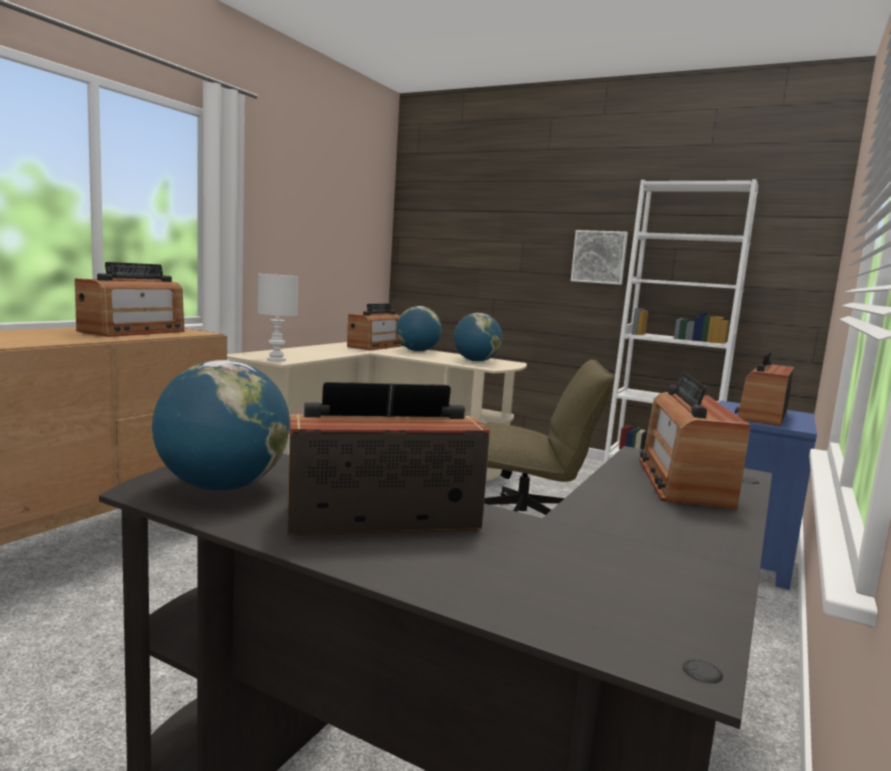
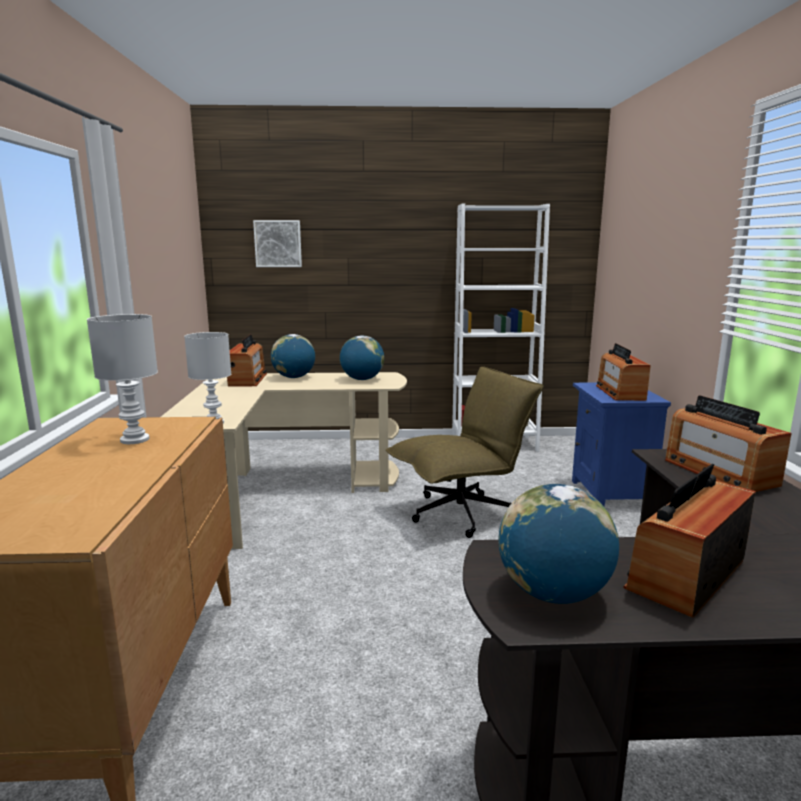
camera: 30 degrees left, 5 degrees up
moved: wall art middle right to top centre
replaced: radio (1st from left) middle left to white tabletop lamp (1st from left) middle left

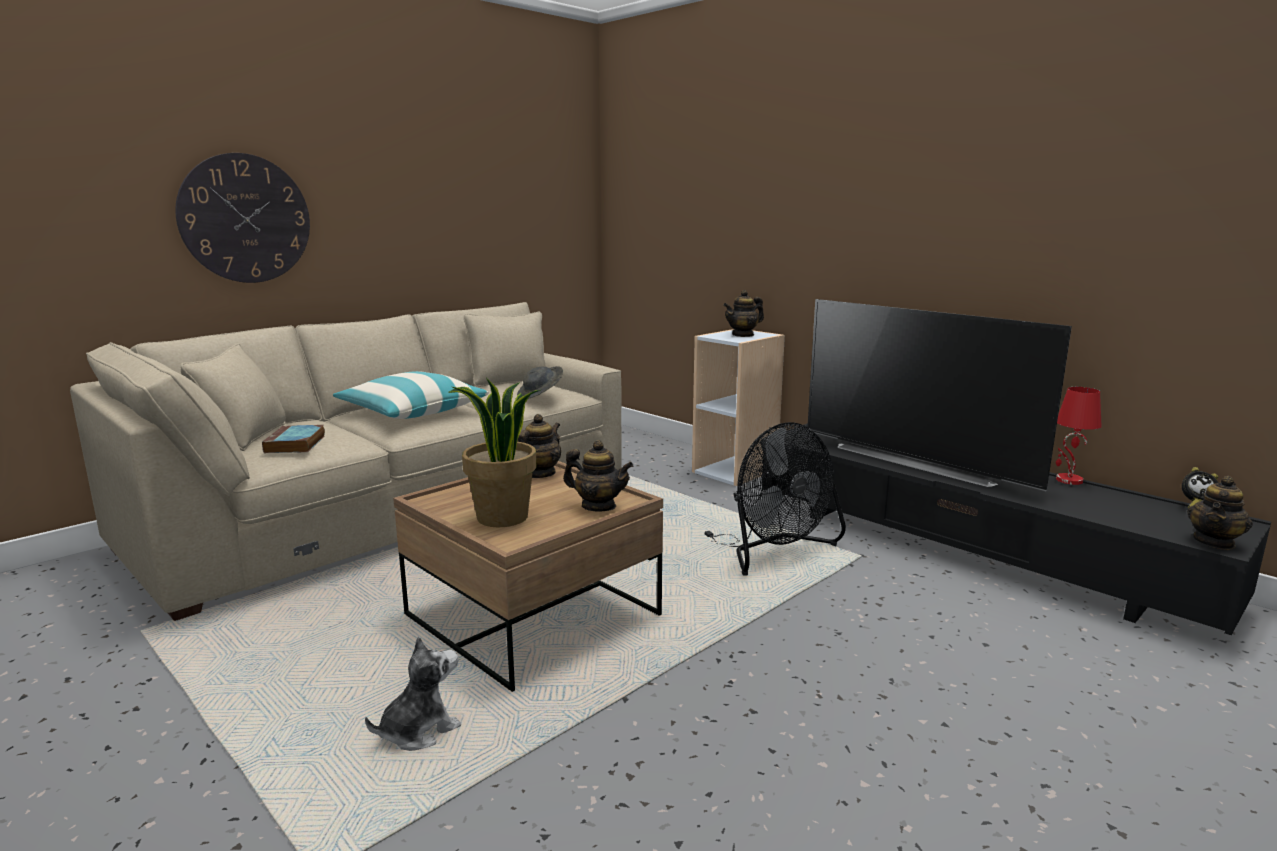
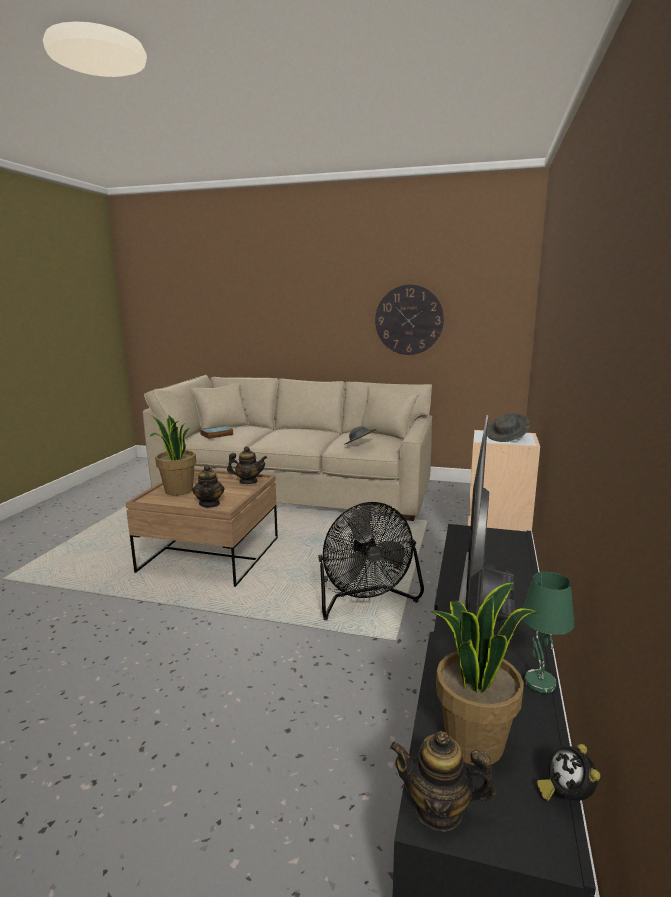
camera: 60 degrees right, 0 degrees up
removed: throw pillow middle left; cuddly toy bottom left
added: plant in a pot (2nd from left) bottom right
moved: clock on the wall top left to centre
replaced: teapot (3rd from left) centre to grey clothing hat (2nd from left) middle right
recoloured: red-coloured tabletop lamp middle right to greenish tabletop lamp bottom right
turned: black-coloured cooling fan centre = centre 45 degrees counterclockwise

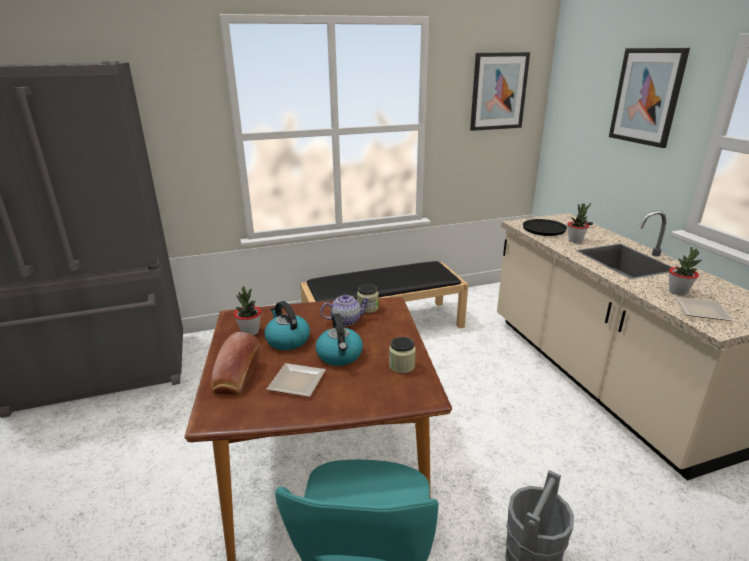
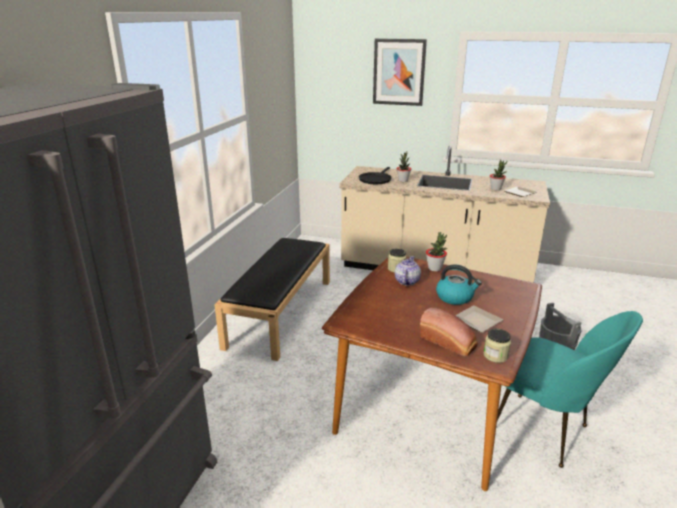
camera: 55 degrees left, 0 degrees up
removed: kettle (1st from left) centre; wall art (1st from left) top right
moved: plant in a pot (1st from left in the first image) middle left to plant in a pot (2nd from left) centre; storage jar (2nd from left) centre to bottom right

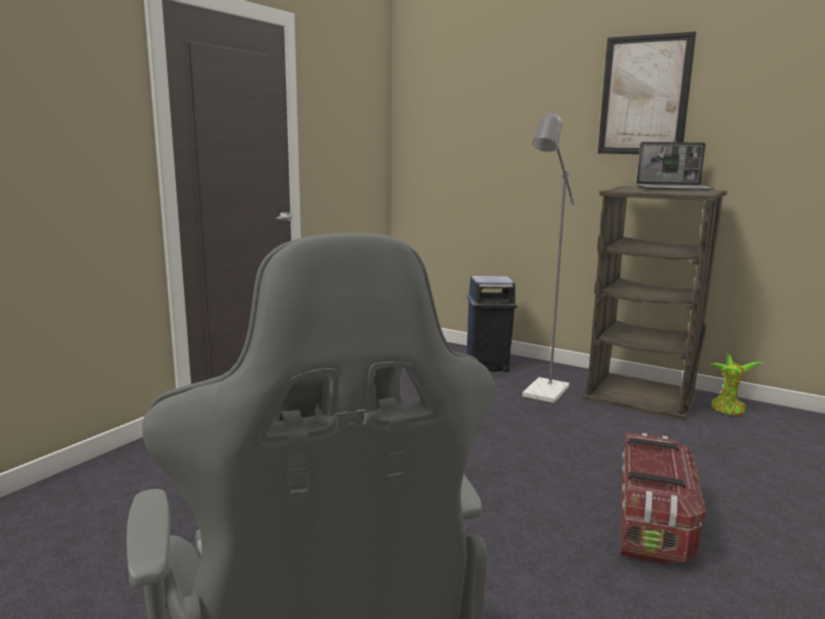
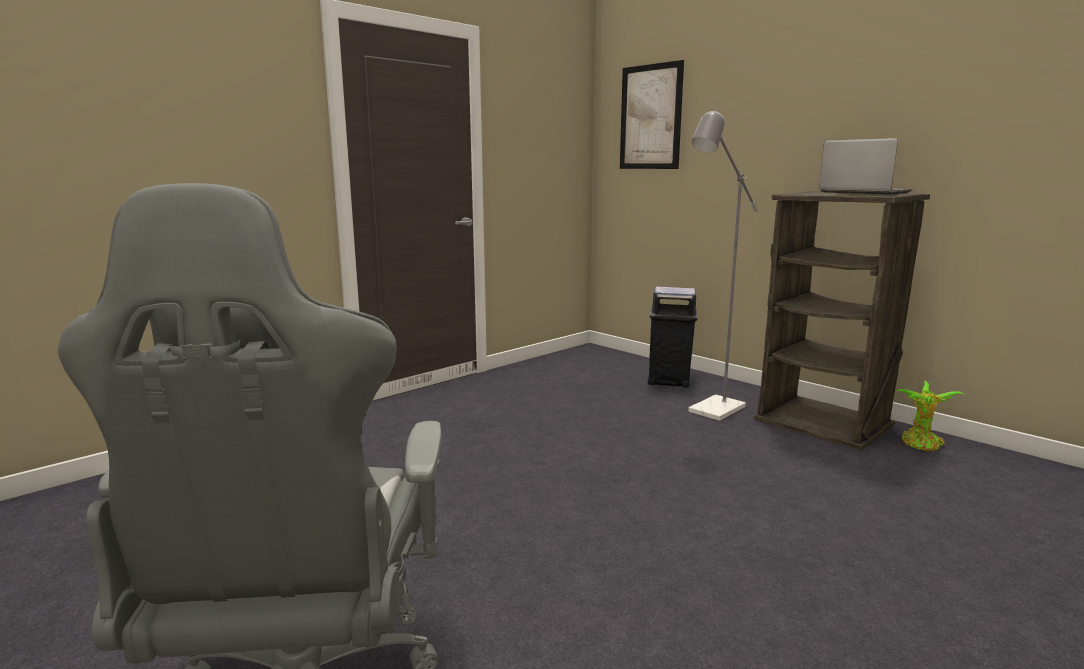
camera: 15 degrees right, 0 degrees up
removed: storage box bottom right
moved: wall art top right to top centre
turned: laptop top right = top right 150 degrees counterclockwise

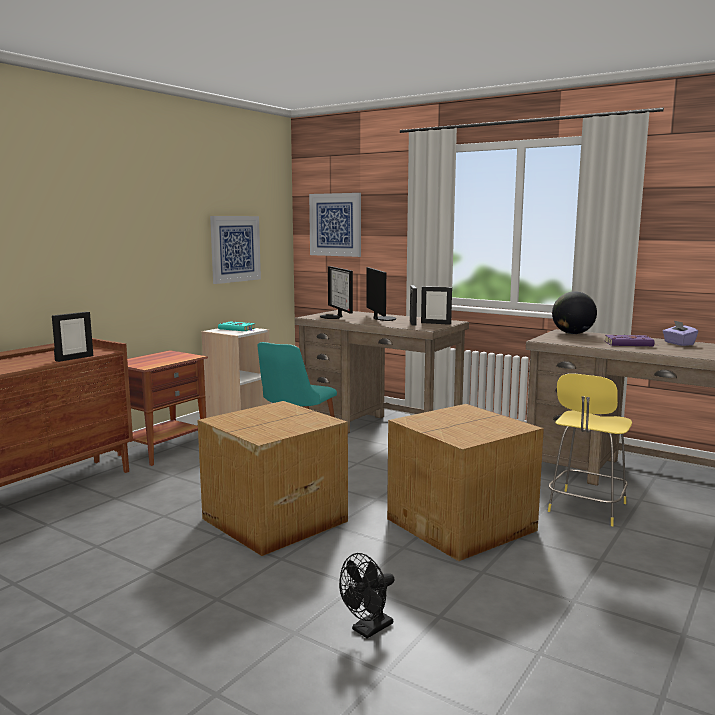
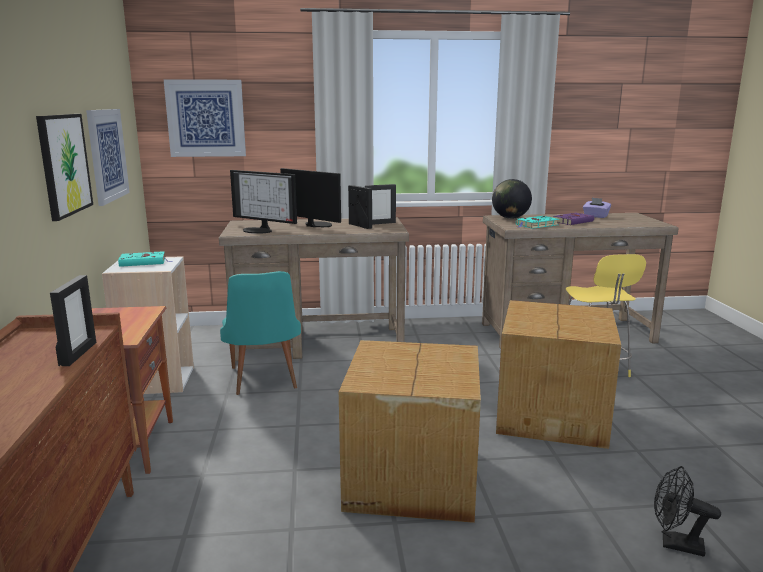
camera: 40 degrees left, 5 degrees up
added: wall art (1st from left) top left; blue-green volume (2nd from left) middle right
turned: black-coloured cooling fan bottom centre = bottom right 105 degrees clockwise

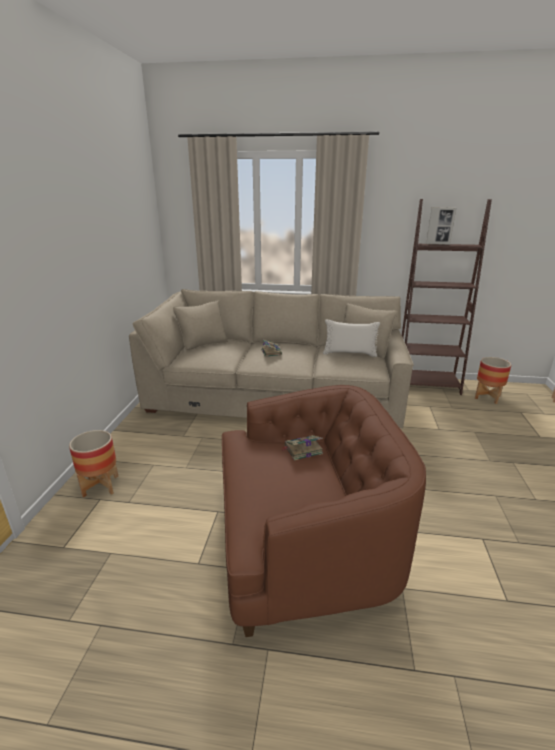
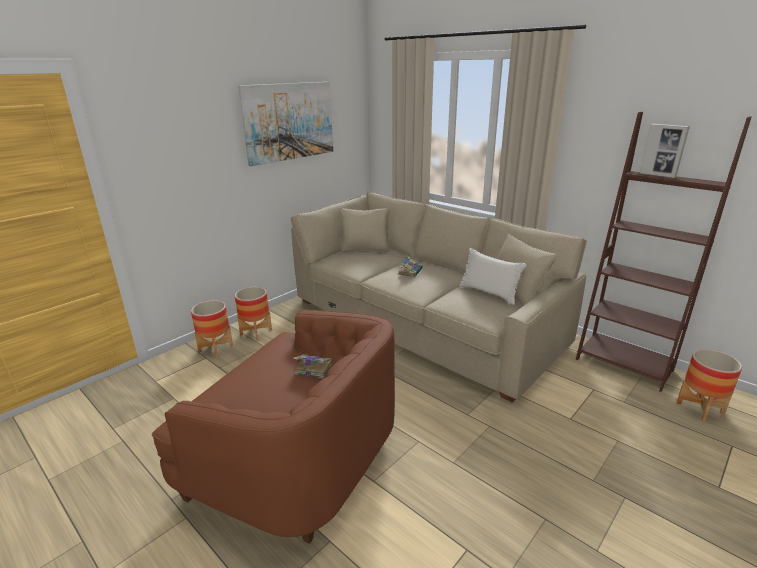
camera: 35 degrees right, 0 degrees up
added: flower pot (2nd from left) centre; wall art top centre

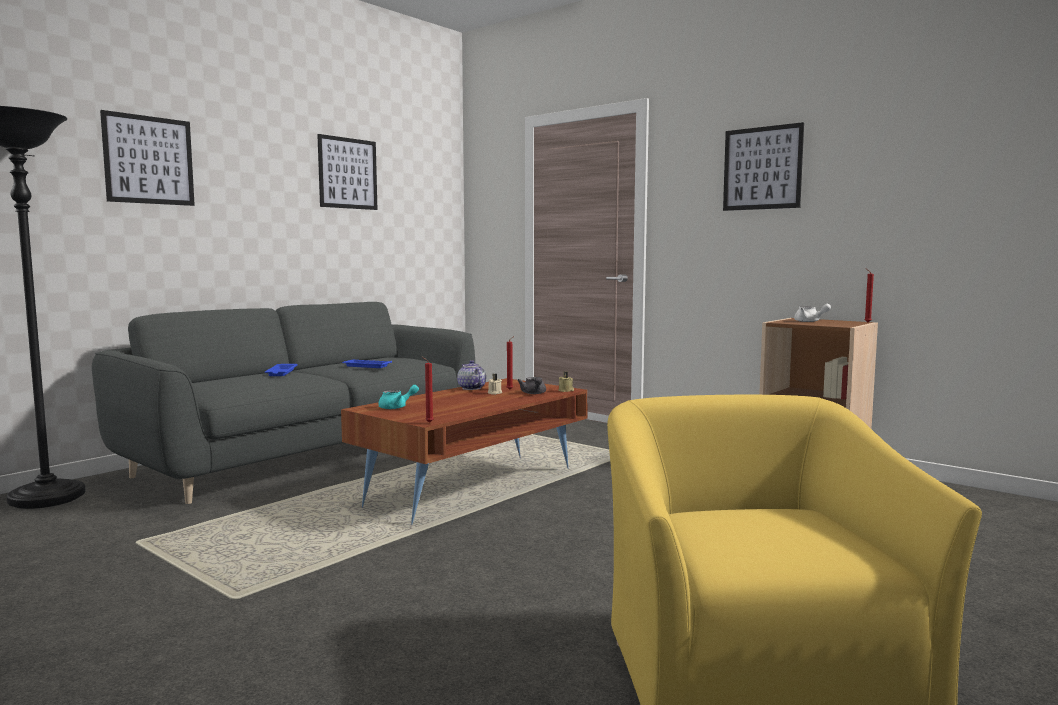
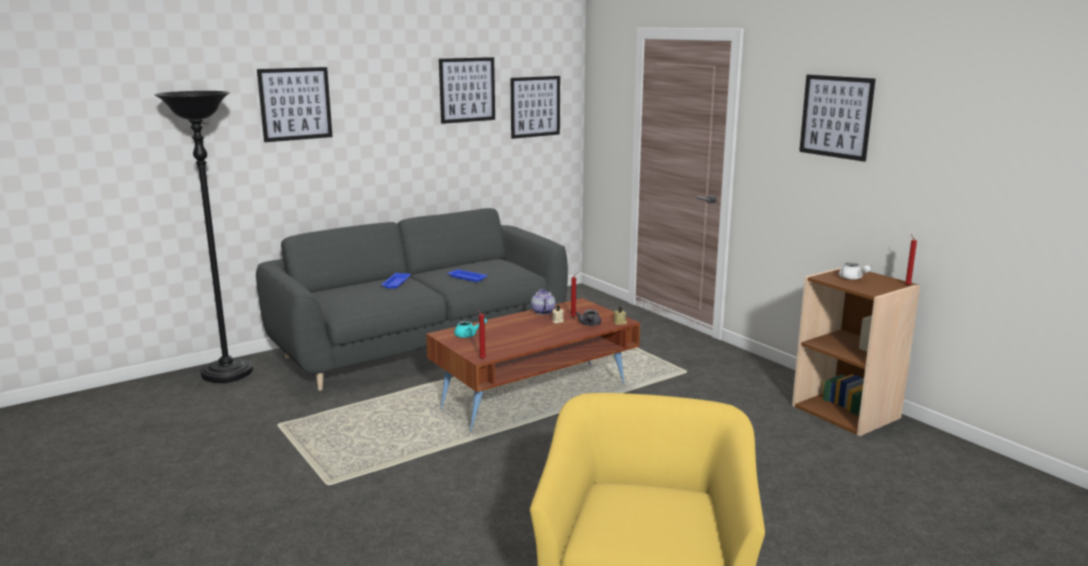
camera: 15 degrees right, 10 degrees up
added: wall art (3rd from left) top centre

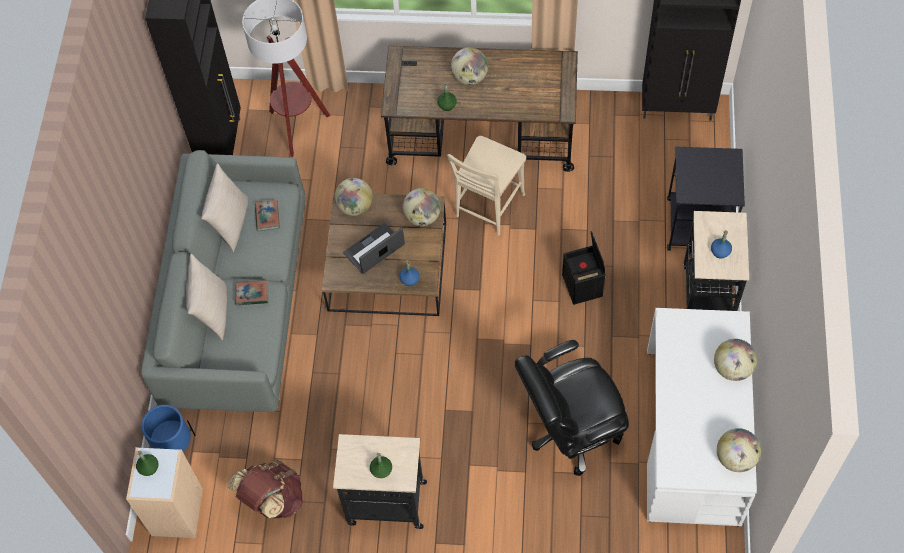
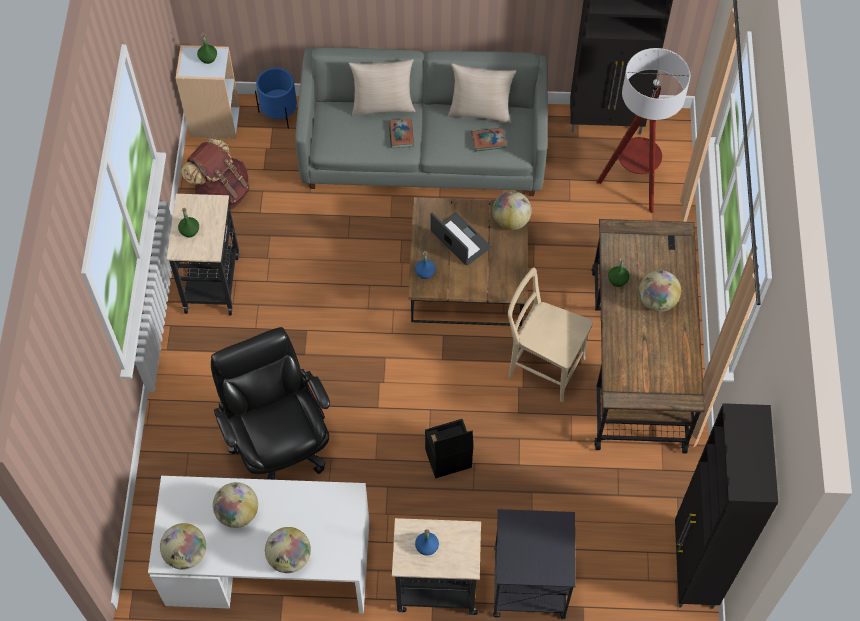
camera: 85 degrees right, 0 degrees up
moved: world globe (2nd from left) centre to bottom left

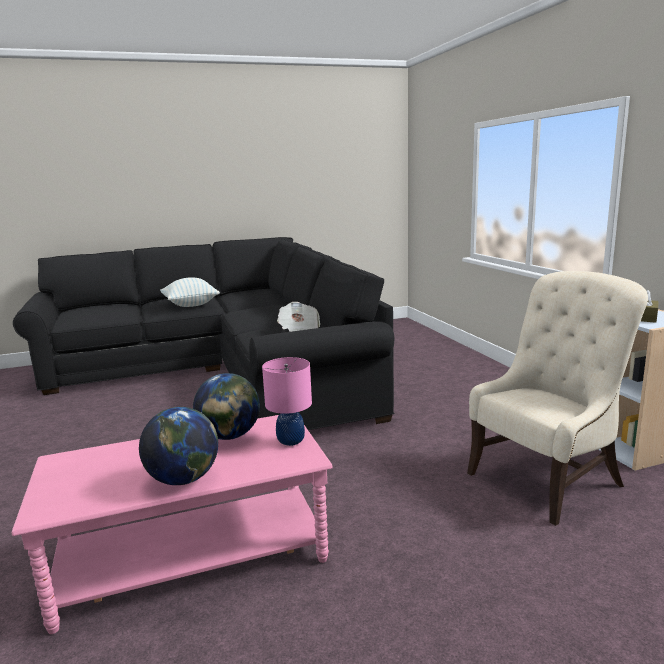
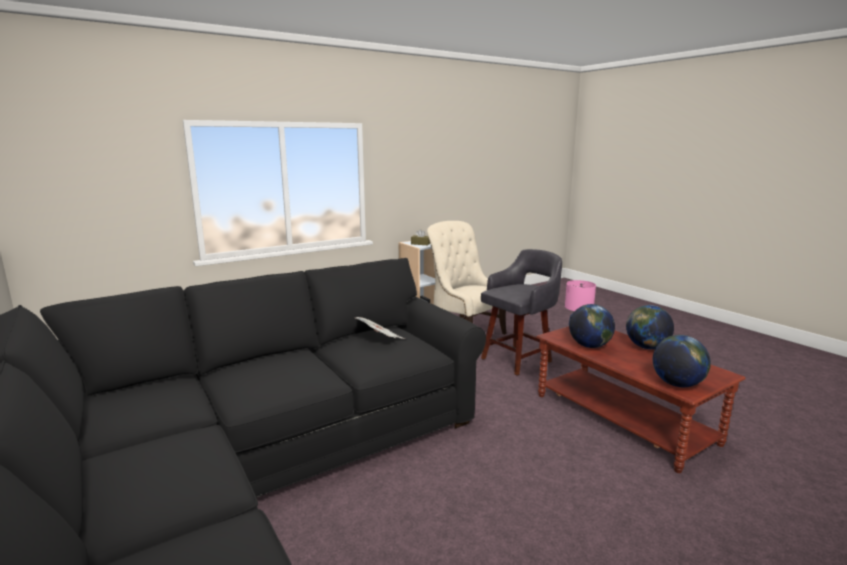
camera: 105 degrees left, 0 degrees up
removed: throw pillow middle left
added: grey stool centre; world globe (3rd from left) middle right
recoloured: pinkish coffee table bottom left to brown-coloured coffee table bottom right

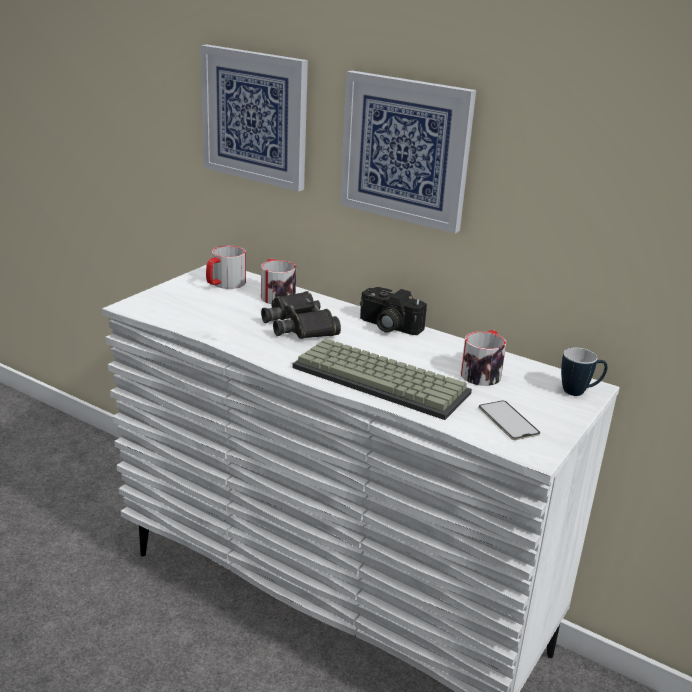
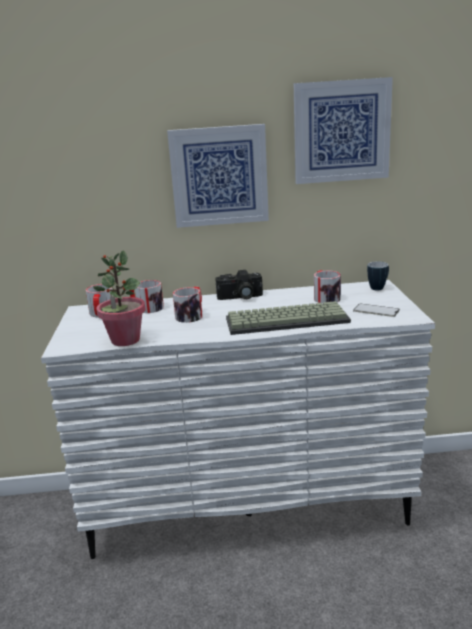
camera: 35 degrees left, 5 degrees down
added: plant in a pot middle left
moved: wall art (1st from left in the first image) top centre to wall art (2nd from left) top right
replaced: black-coloured pair of binoculars centre to tea mug (3rd from left) centre

